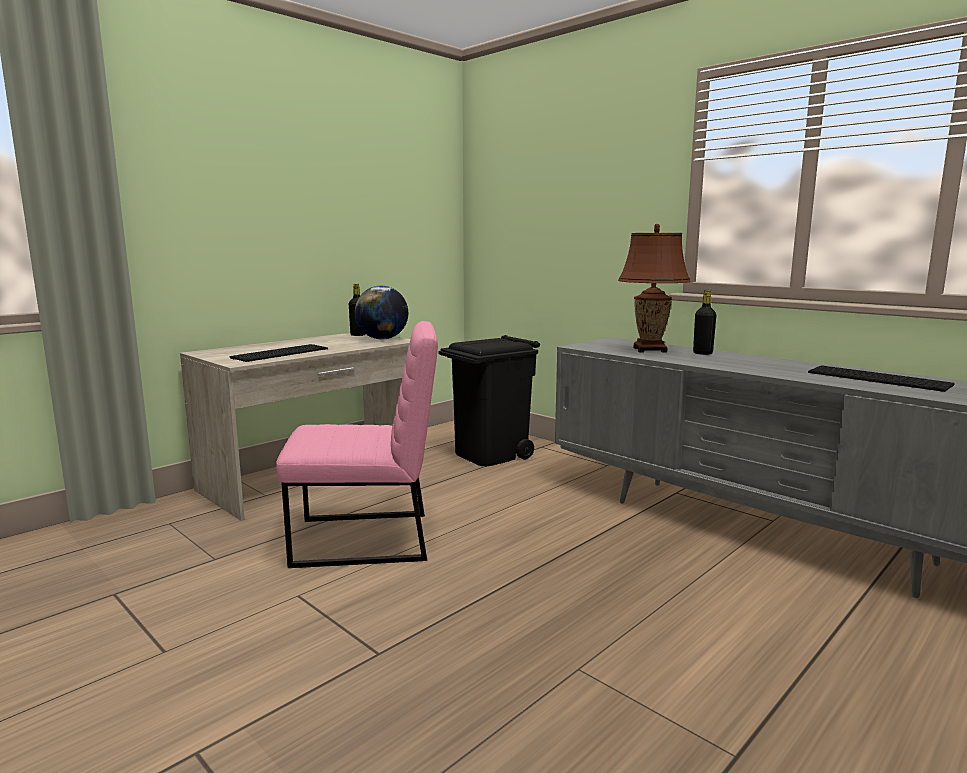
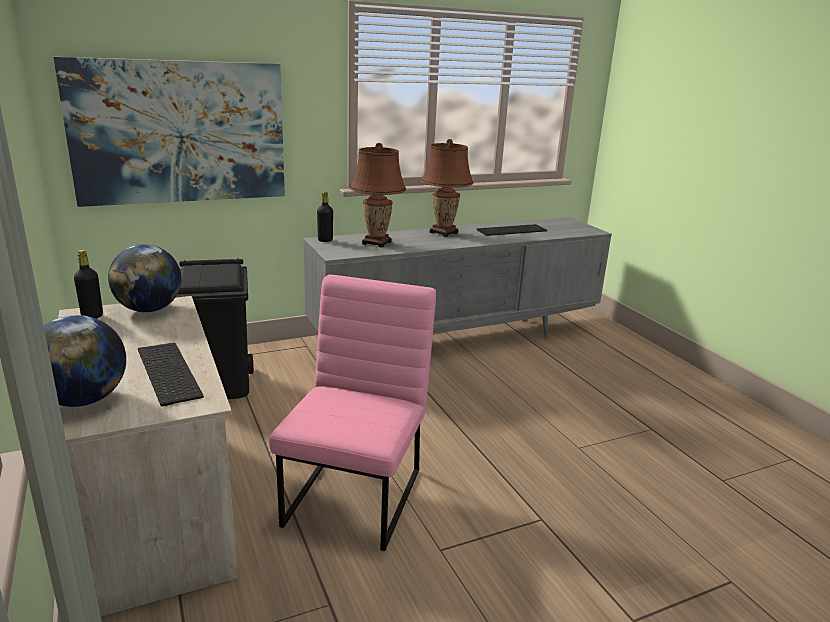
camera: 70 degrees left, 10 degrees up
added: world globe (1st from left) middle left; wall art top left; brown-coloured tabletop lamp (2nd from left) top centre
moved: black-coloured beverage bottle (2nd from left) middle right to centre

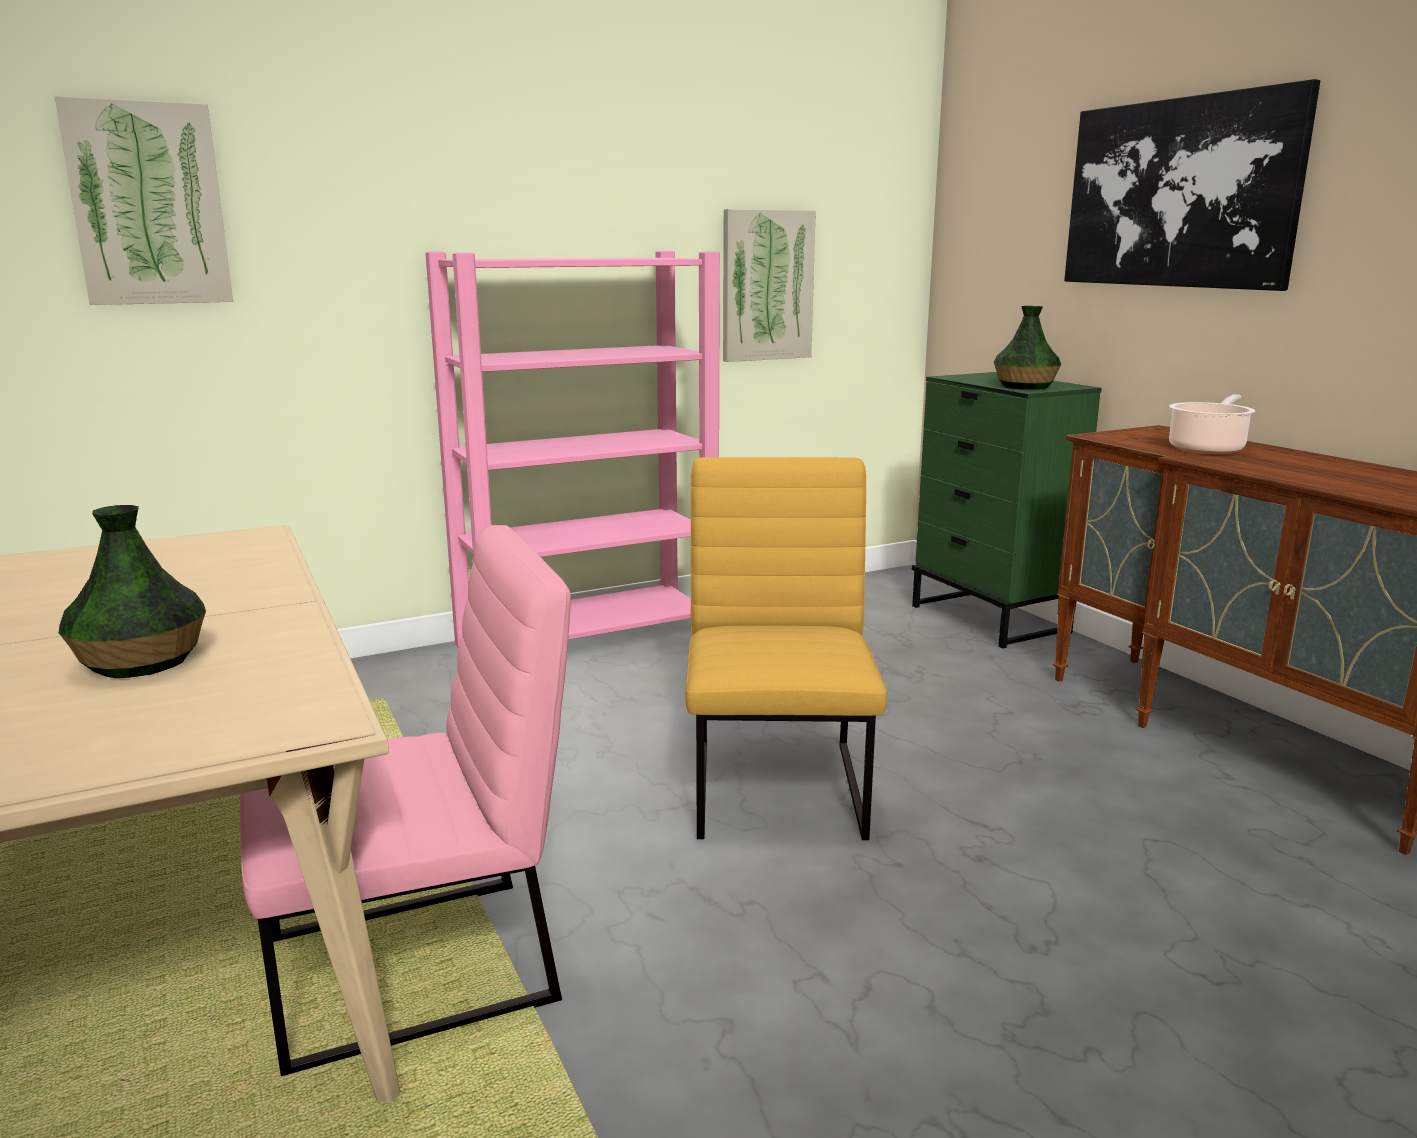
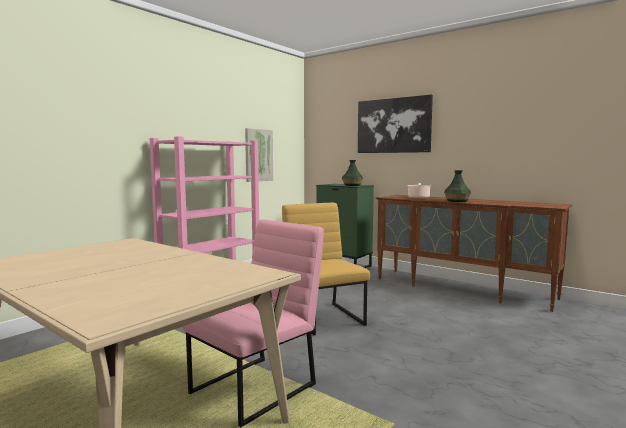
camera: 25 degrees left, 10 degrees down
removed: wall art (1st from left) top left
moved: flower vase (1st from left in the first image) middle left to flower vase (2nd from left) middle right

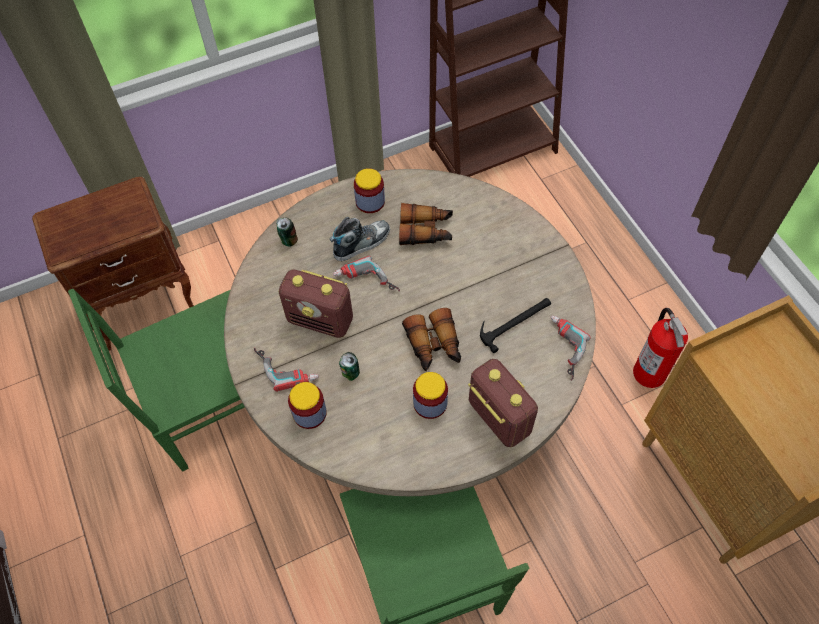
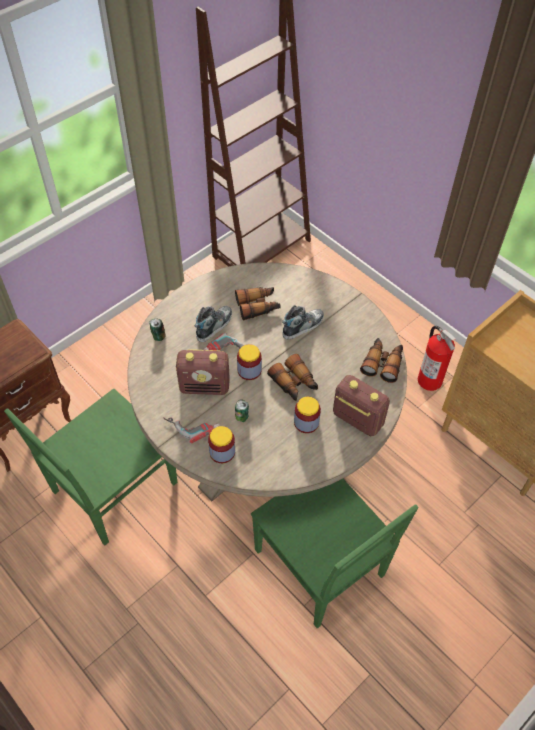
camera: 20 degrees left, 5 degrees down
removed: tool hammer centre
added: low shoe (2nd from left) centre
moved: storage jar (2nd from left) top centre to centre
replaced: power drill (3rd from left) middle right to pair of binoculars (3rd from left) middle right

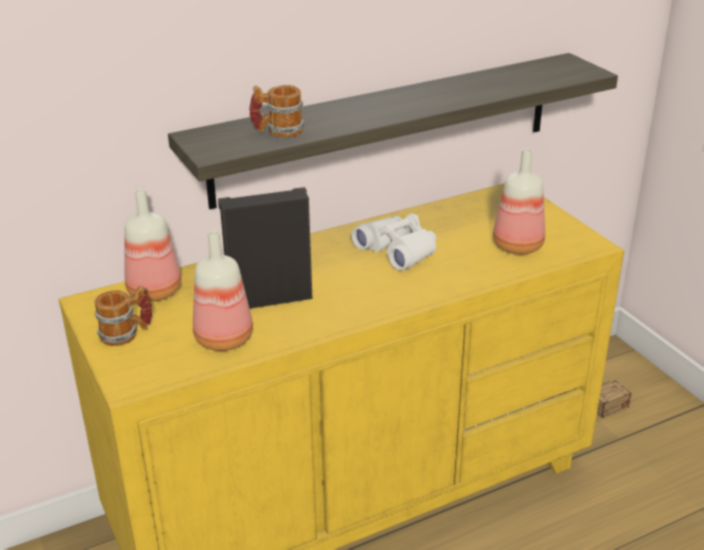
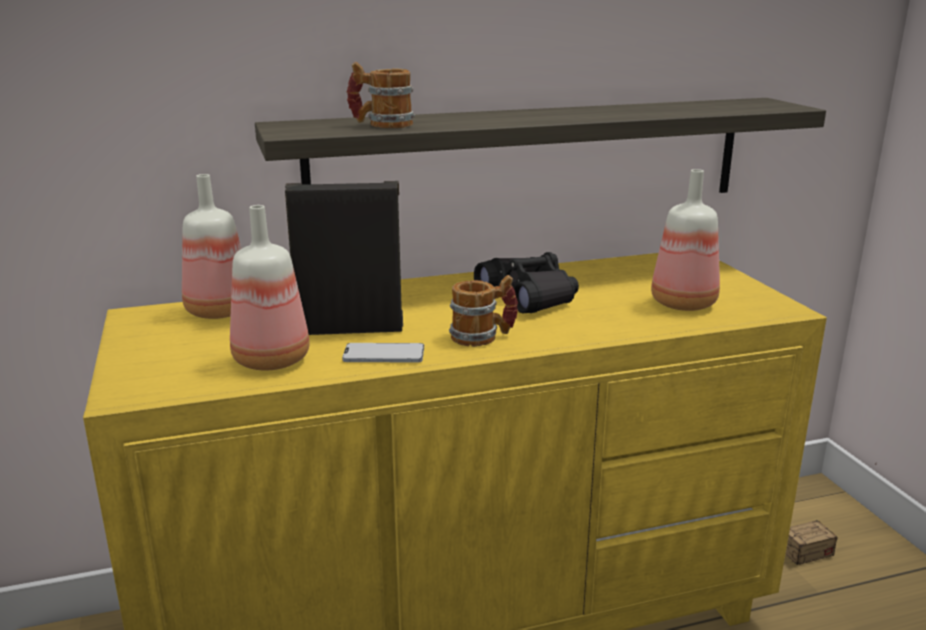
camera: 10 degrees right, 10 degrees down
added: phone centre
moved: tea mug (1st from left in the first image) middle left to tea mug (2nd from left) centre
recoloured: white pair of binoculars centre to black-coloured pair of binoculars centre

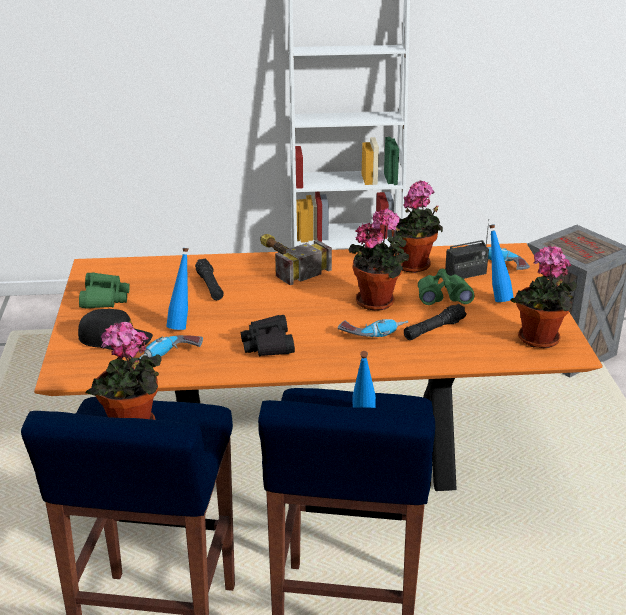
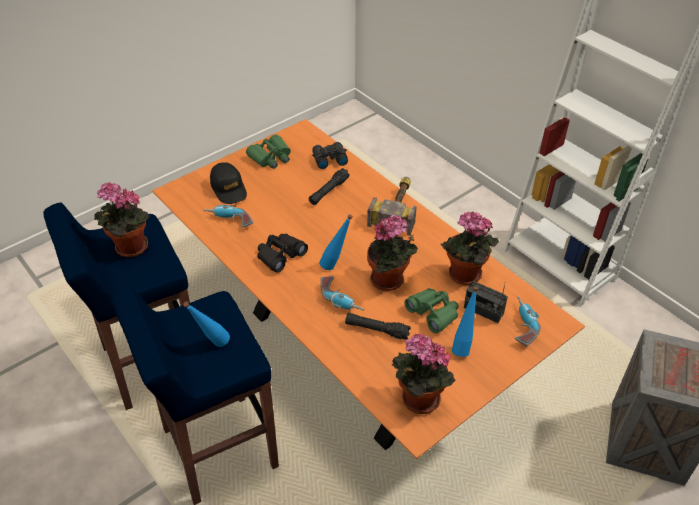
camera: 55 degrees right, 15 degrees up
added: black-coloured pair of binoculars (2nd from left) top centre
moved: blue-coloured beverage bottle (1st from left in the first image) middle left to blue-coloured beverage bottle (2nd from left) centre

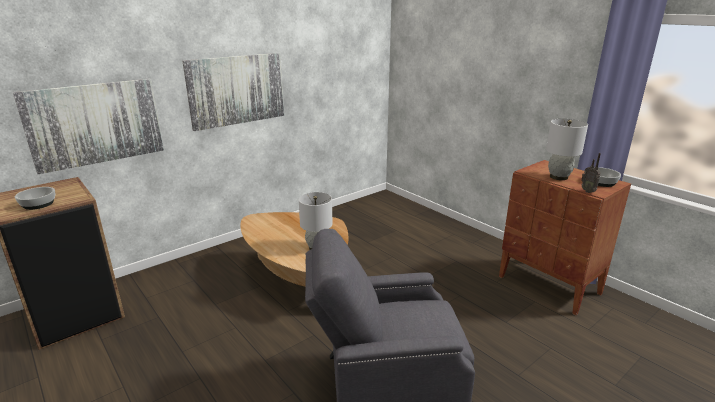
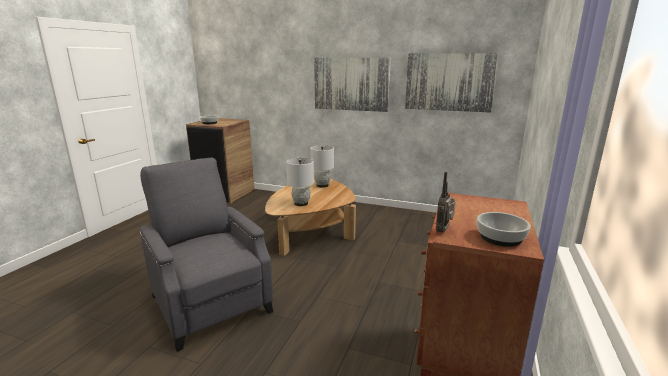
camera: 60 degrees right, 5 degrees down
moved: wall art (1st from left in the first image) top left to wall art (2nd from left) top right; white tabletop lamp (2nd from left) middle right to centre

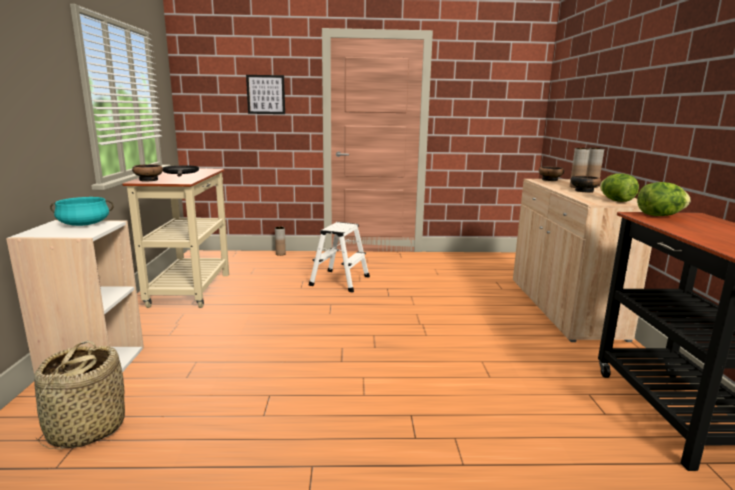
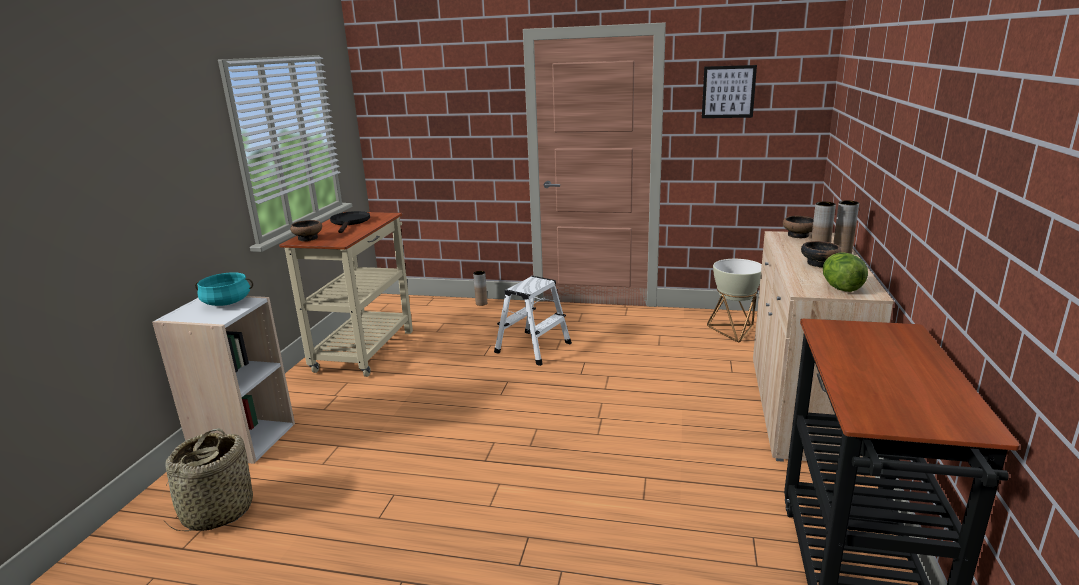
camera: 15 degrees right, 5 degrees up
removed: lettuce head (2nd from left) middle right
added: flower pot middle right
moved: wall art top centre to top right

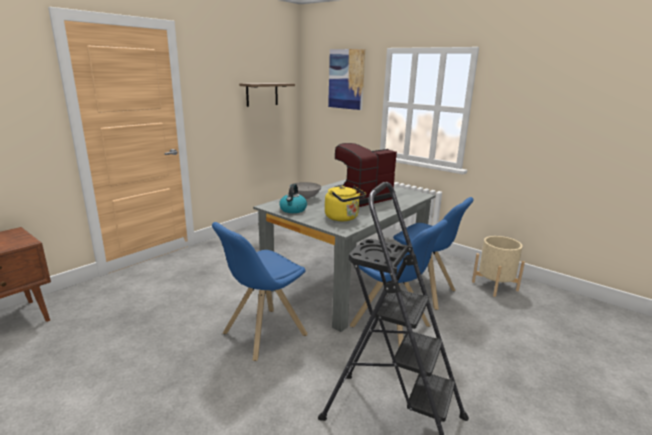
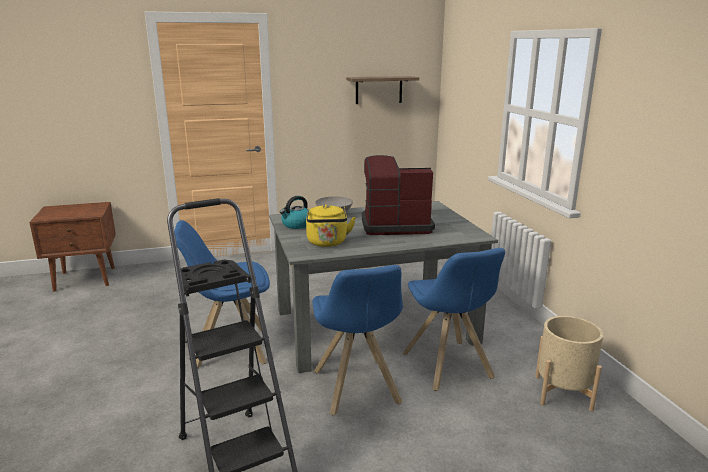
camera: 35 degrees right, 0 degrees up
removed: wall art top centre

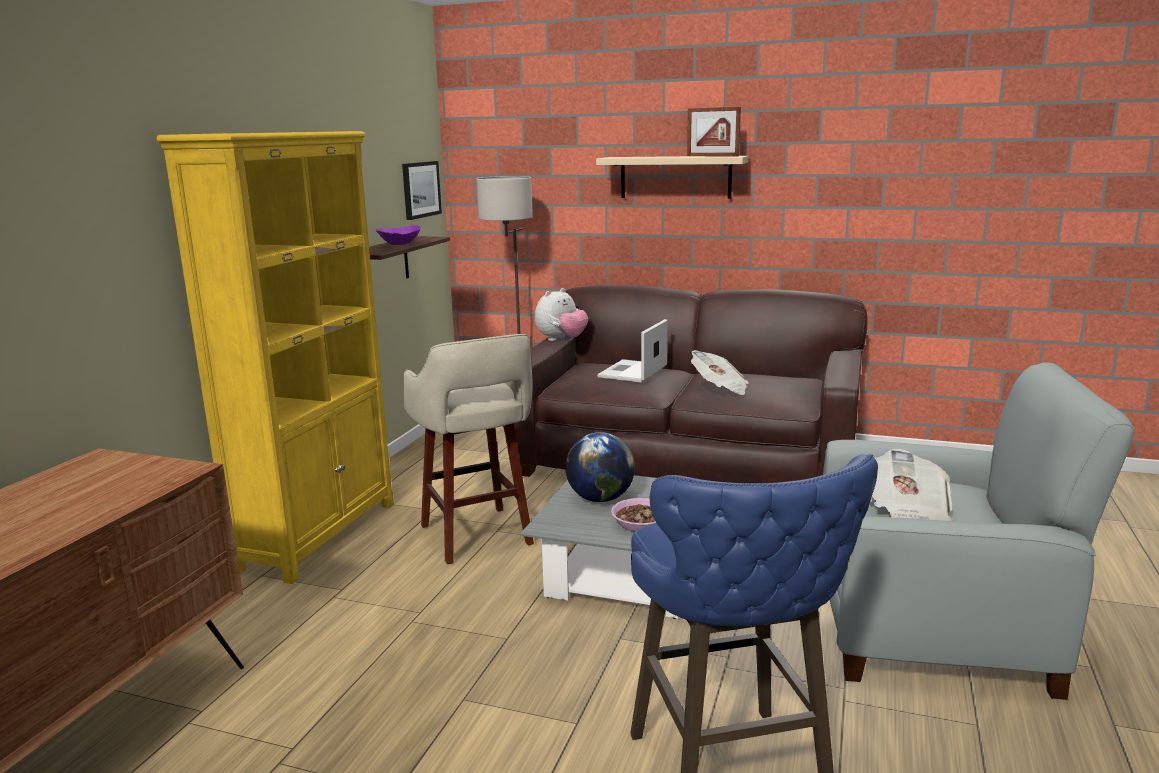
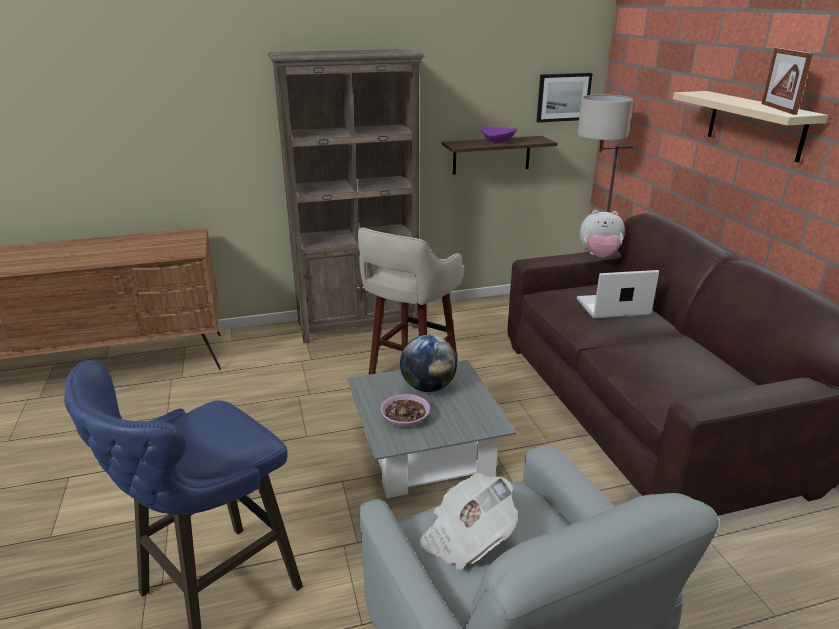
camera: 55 degrees right, 10 degrees up
removed: daily paper (1st from left) centre
recoloured: yellowish shelving unit middle left to brown-coloured shelving unit top centre

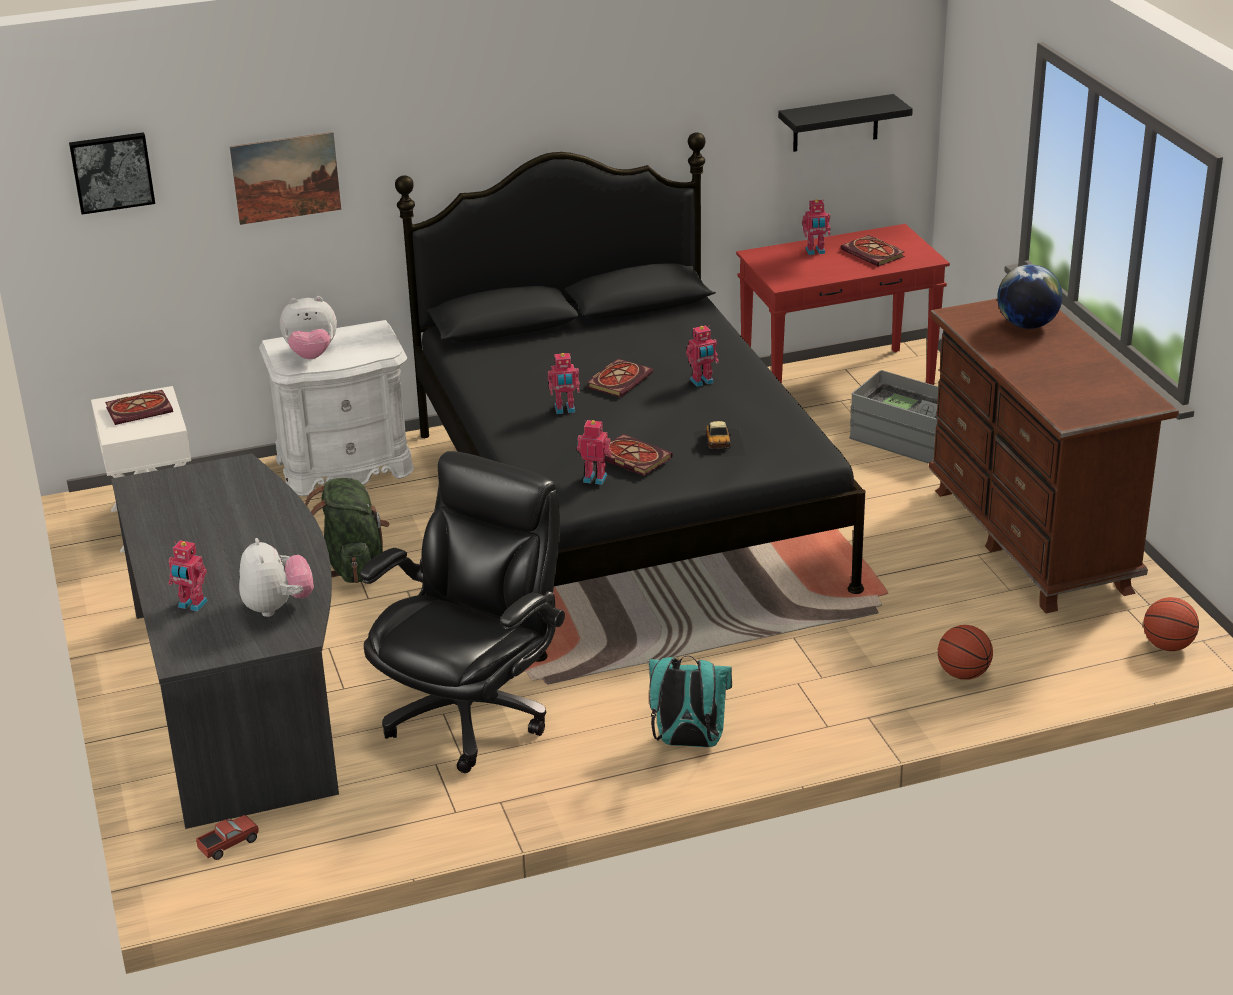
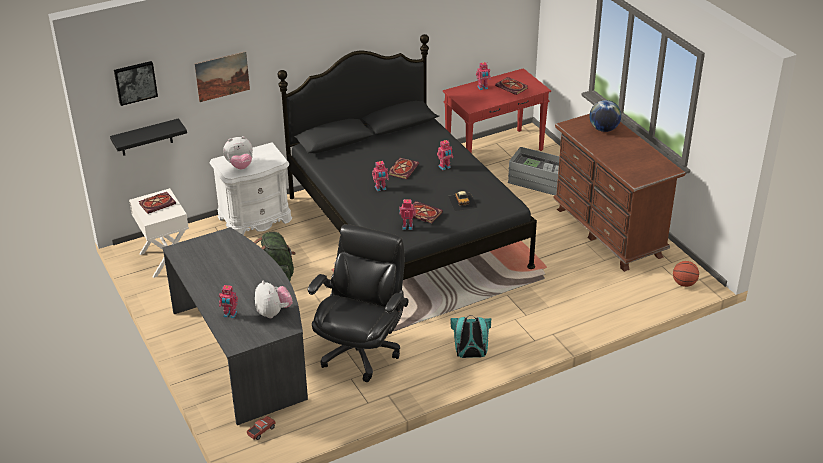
camera: 10 degrees left, 5 degrees up
removed: basketball ball (1st from left) middle right
moved: black-coloured bracket shelf top right to top left

